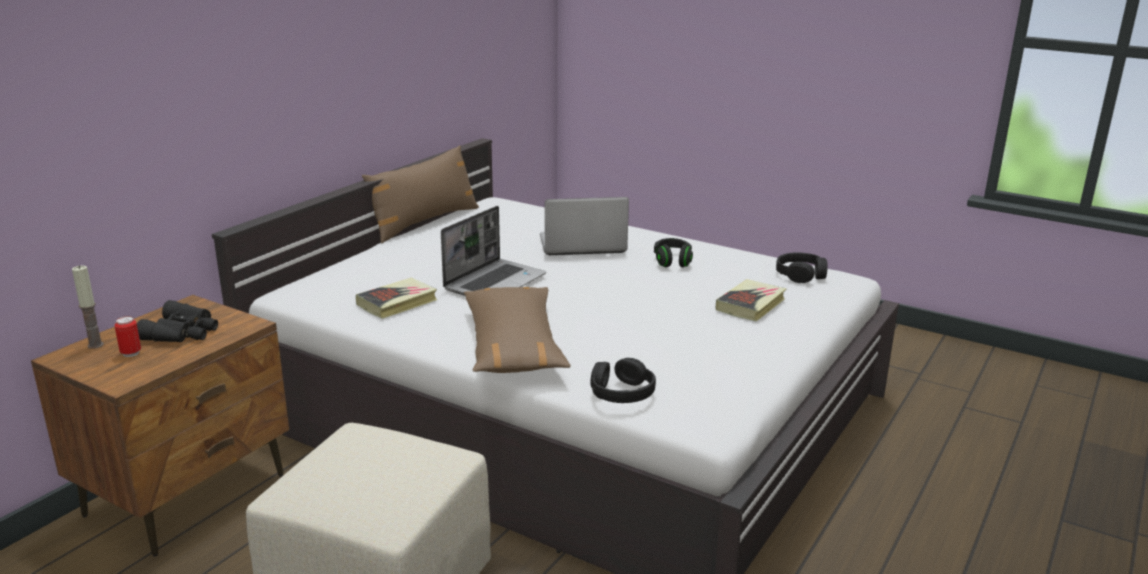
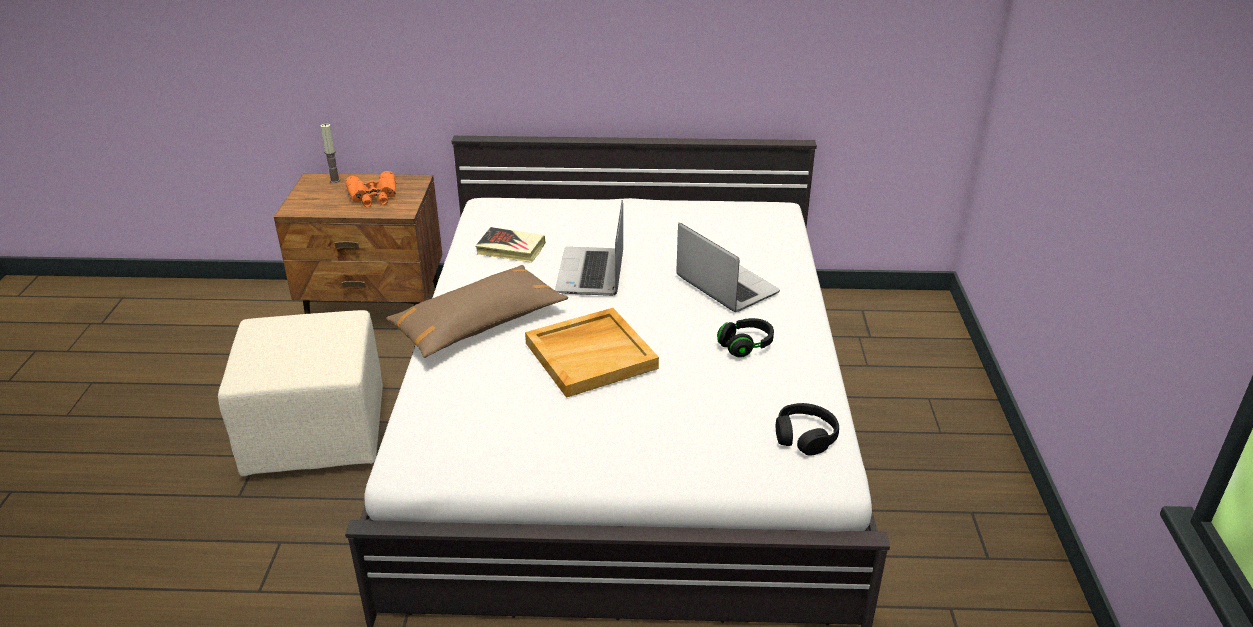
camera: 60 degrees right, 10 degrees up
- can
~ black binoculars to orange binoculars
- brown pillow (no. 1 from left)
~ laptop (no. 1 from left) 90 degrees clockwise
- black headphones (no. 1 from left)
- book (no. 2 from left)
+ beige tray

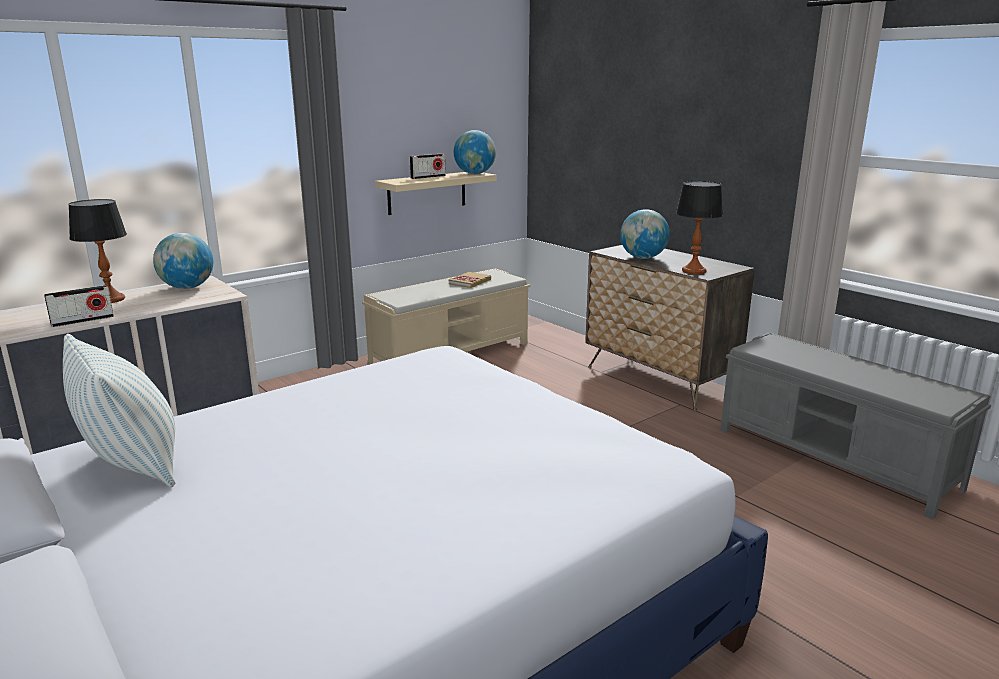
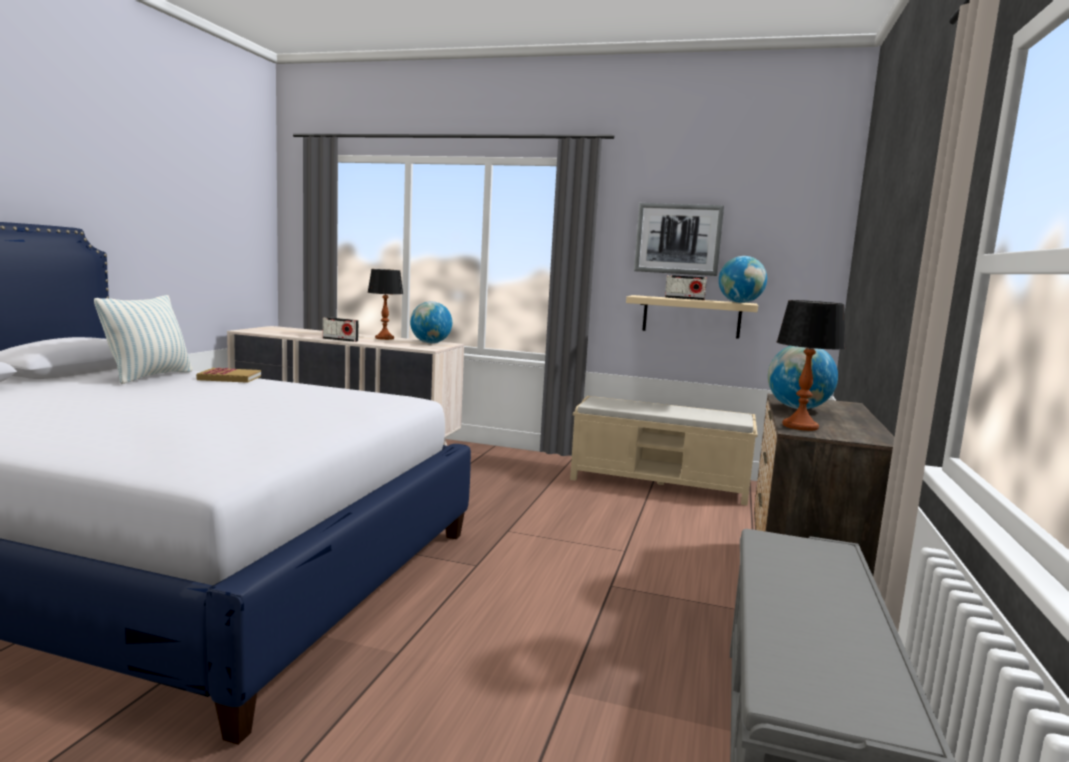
camera: 55 degrees right, 10 degrees down
~ book
+ picture

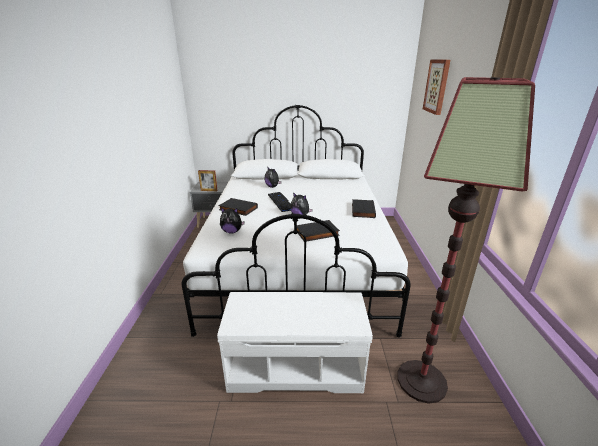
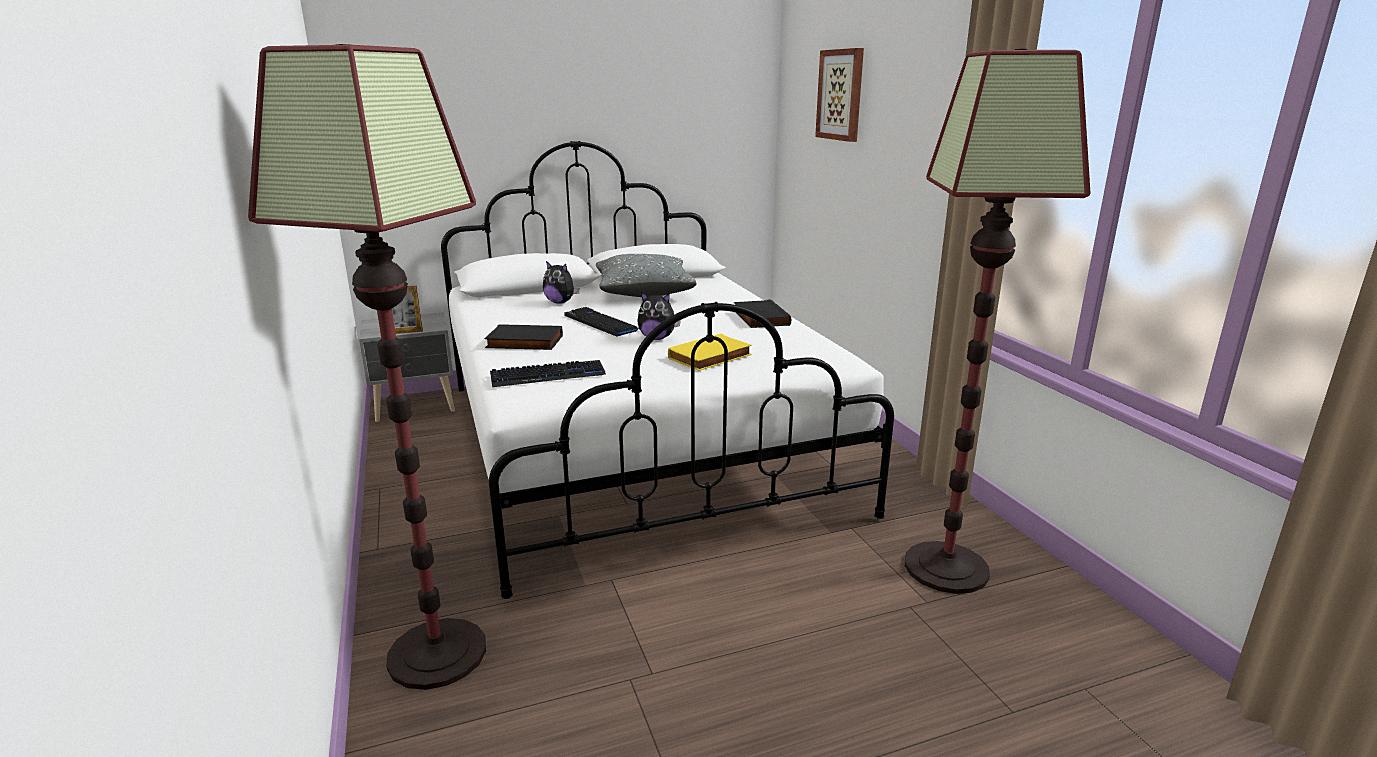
camera: 20 degrees left, 5 degrees down
- white bench
~ plush toy (no. 1 from left) to keyboard (no. 1 from left)
~ black book (no. 2 from left) to yellow book
+ floor lamp (no. 1 from left)
+ grey pillow

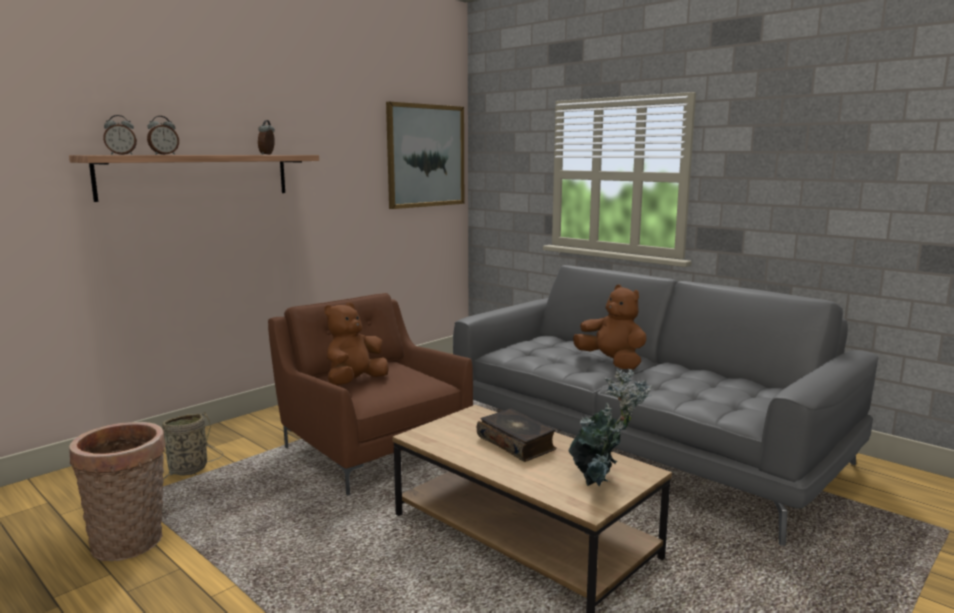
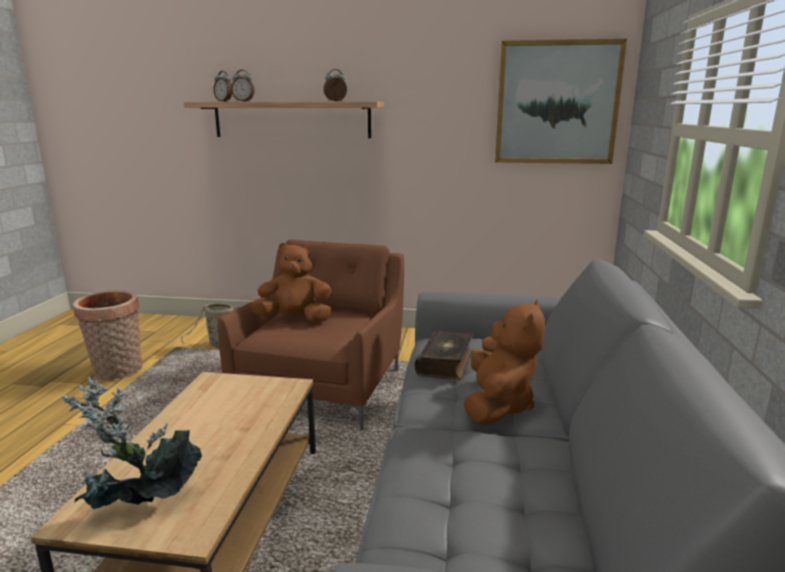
camera: 55 degrees right, 5 degrees up
~ book

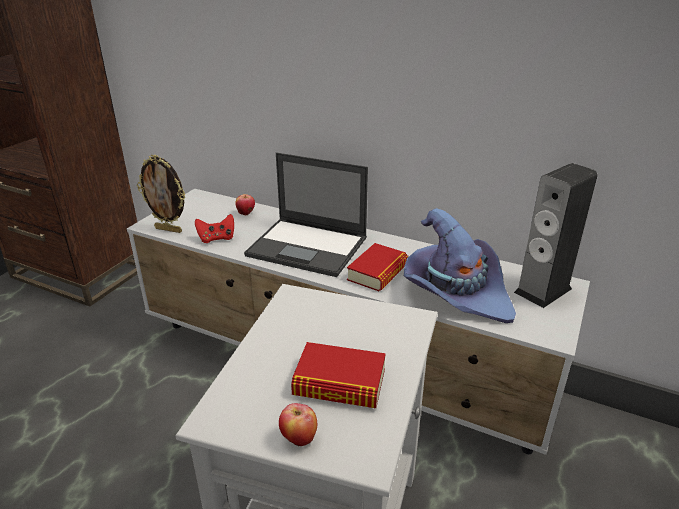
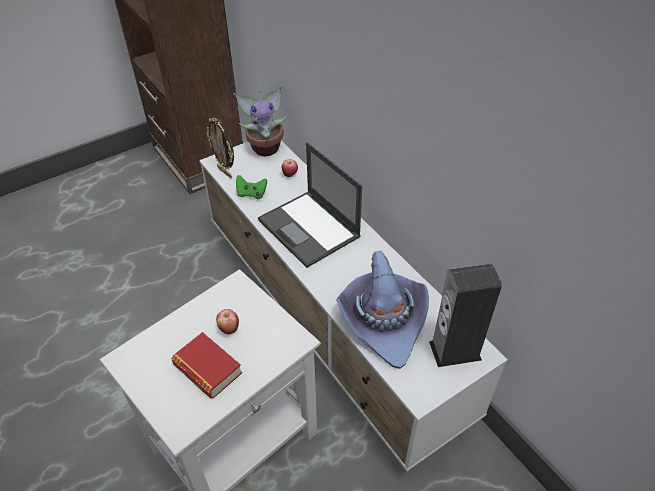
camera: 30 degrees right, 15 degrees up
~ red game controller to green game controller
~ apple (no. 2 from left in the first image) to apple (no. 1 from left)
- book (no. 2 from left)
+ potted plant

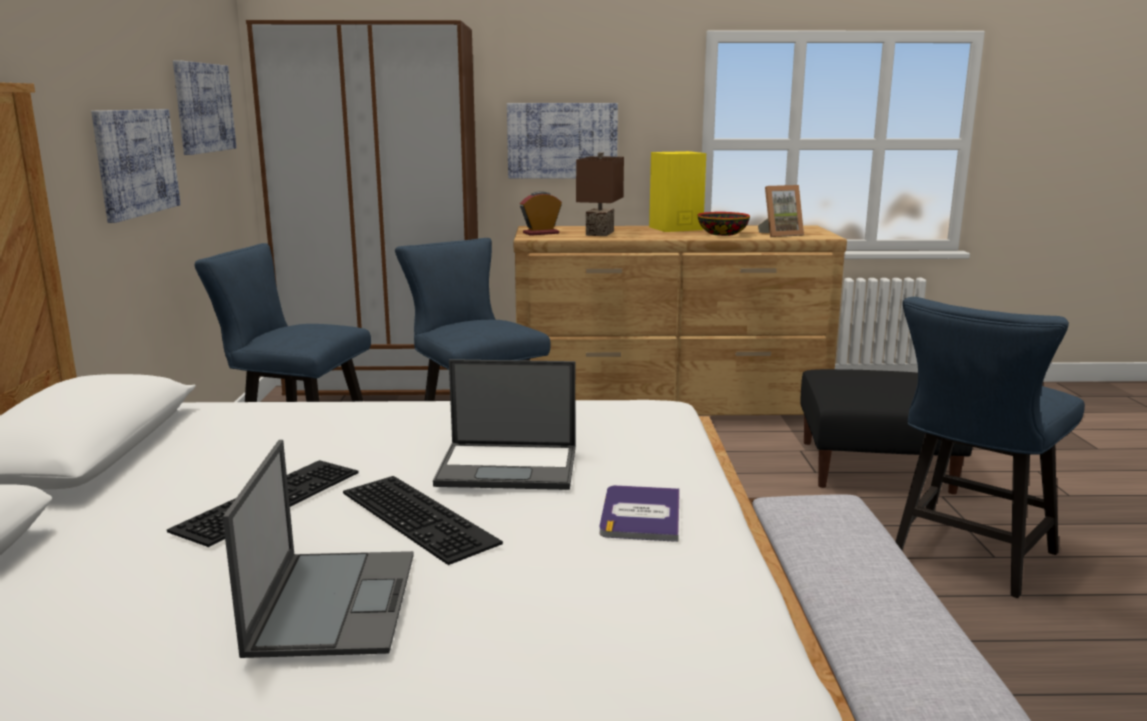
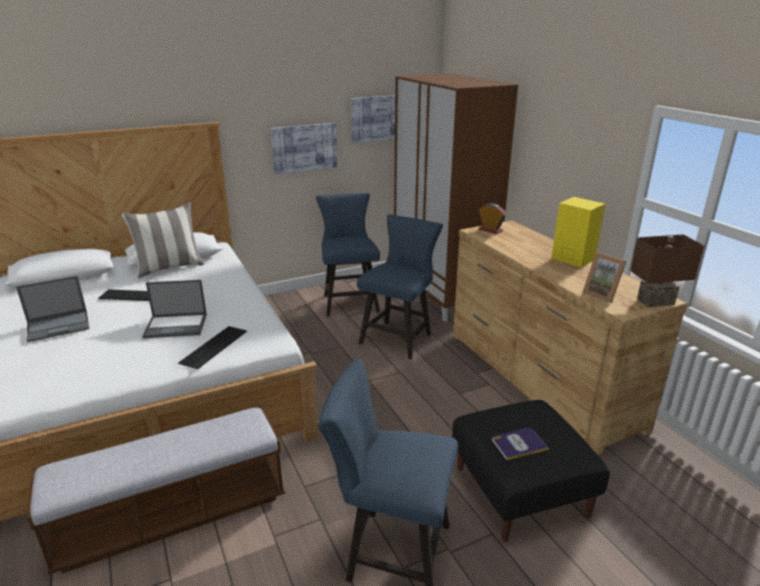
camera: 65 degrees right, 10 degrees up
~ keyboard (no. 2 from left)
~ laptop (no. 2 from left) 75 degrees counterclockwise
- picture (no. 3 from left)
~ brown table lamp
~ book
- bowl
+ pillow

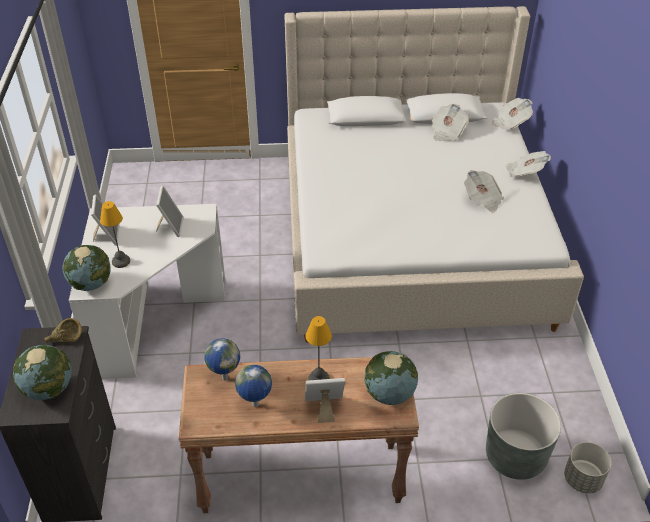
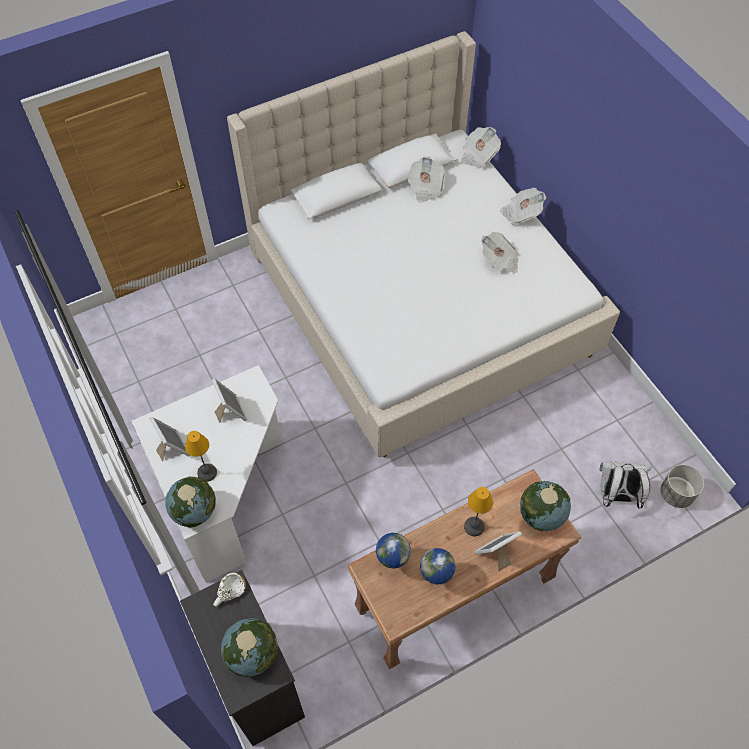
camera: 25 degrees left, 15 degrees up
~ brown bowl to white bowl
~ grey planter (no. 1 from left) to white backpack

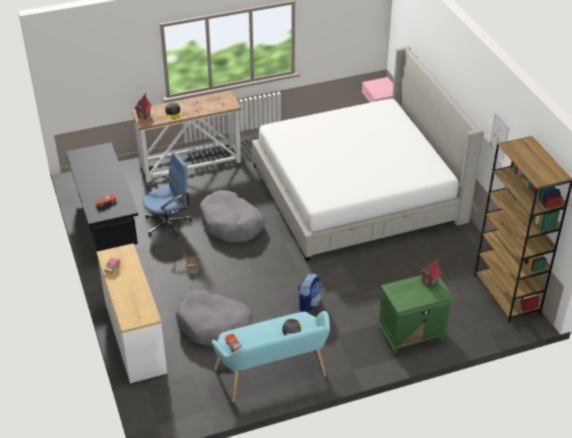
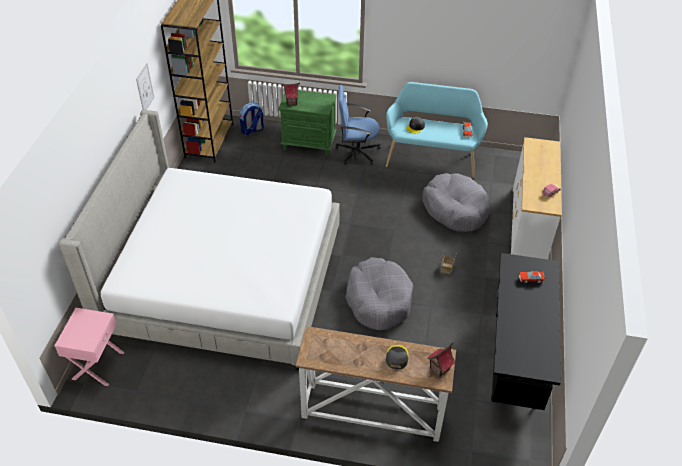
camera: 150 degrees left, 5 degrees up
~ blue office chair
~ backpack

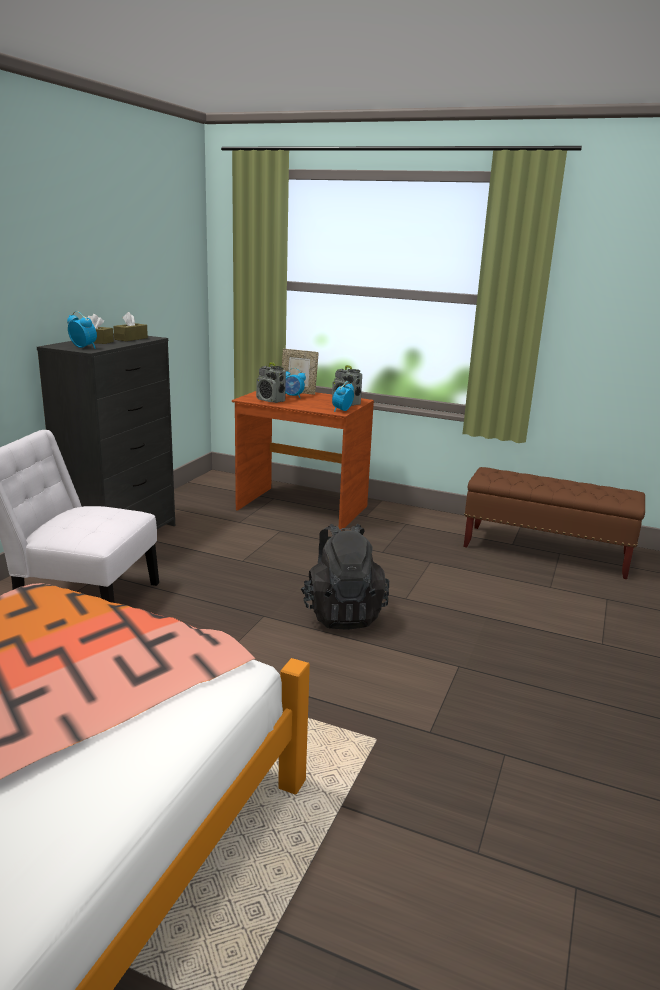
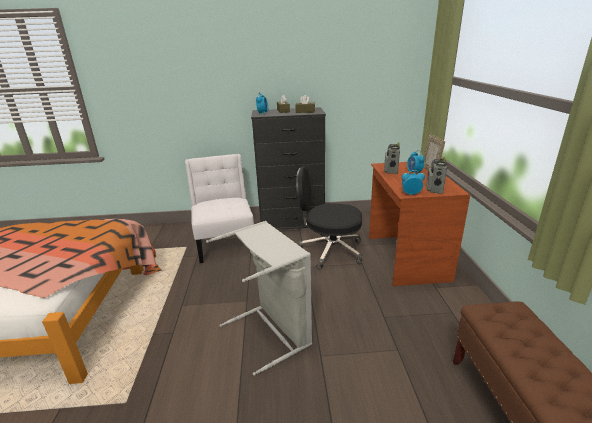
camera: 65 degrees right, 5 degrees up
~ black backpack to grey laundry basket
+ black office chair

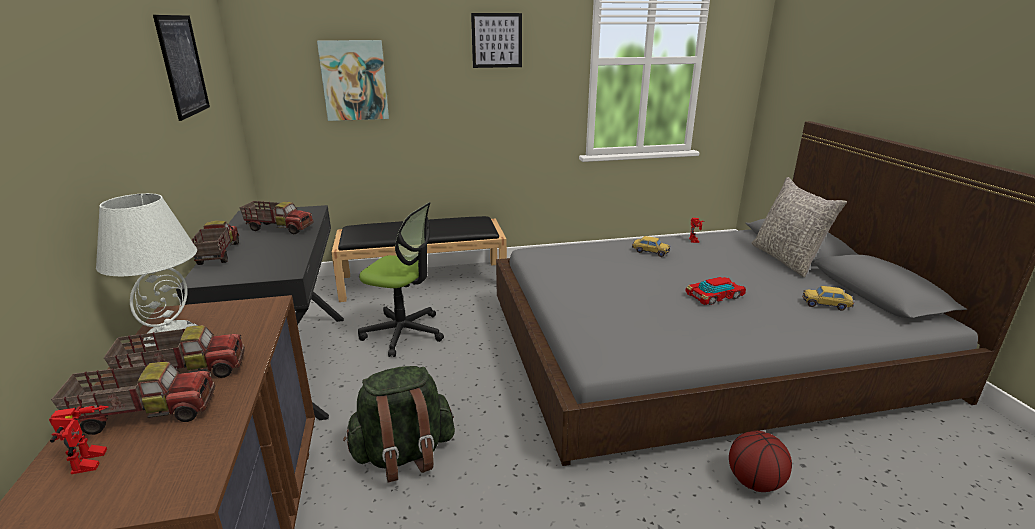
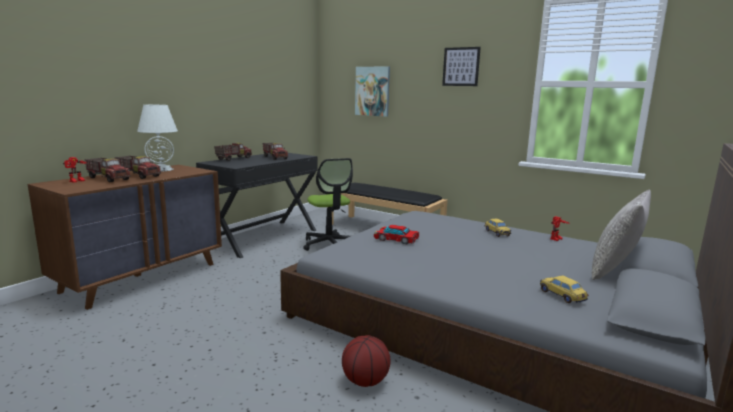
camera: 45 degrees right, 10 degrees down
- picture (no. 1 from left)
- green backpack
~ toy car (no. 2 from left in the first image) to toy car (no. 1 from left)

